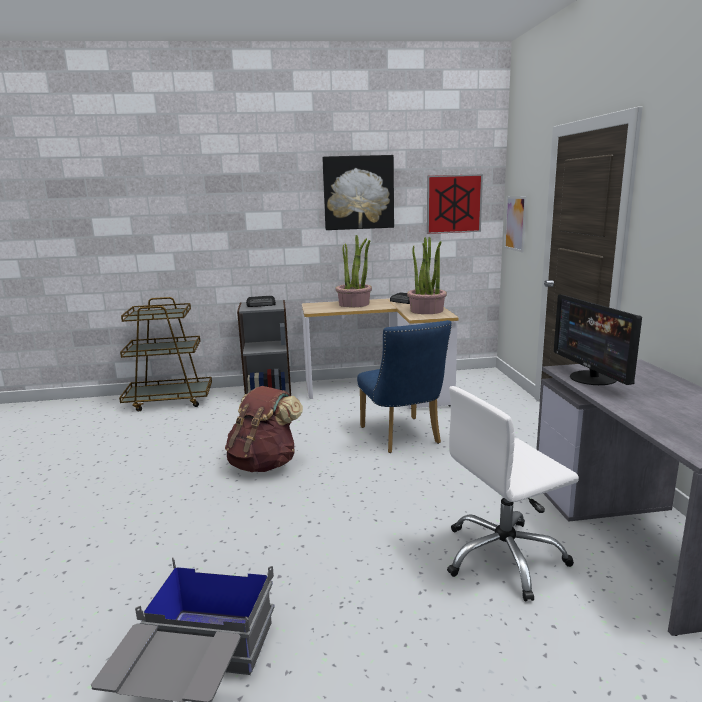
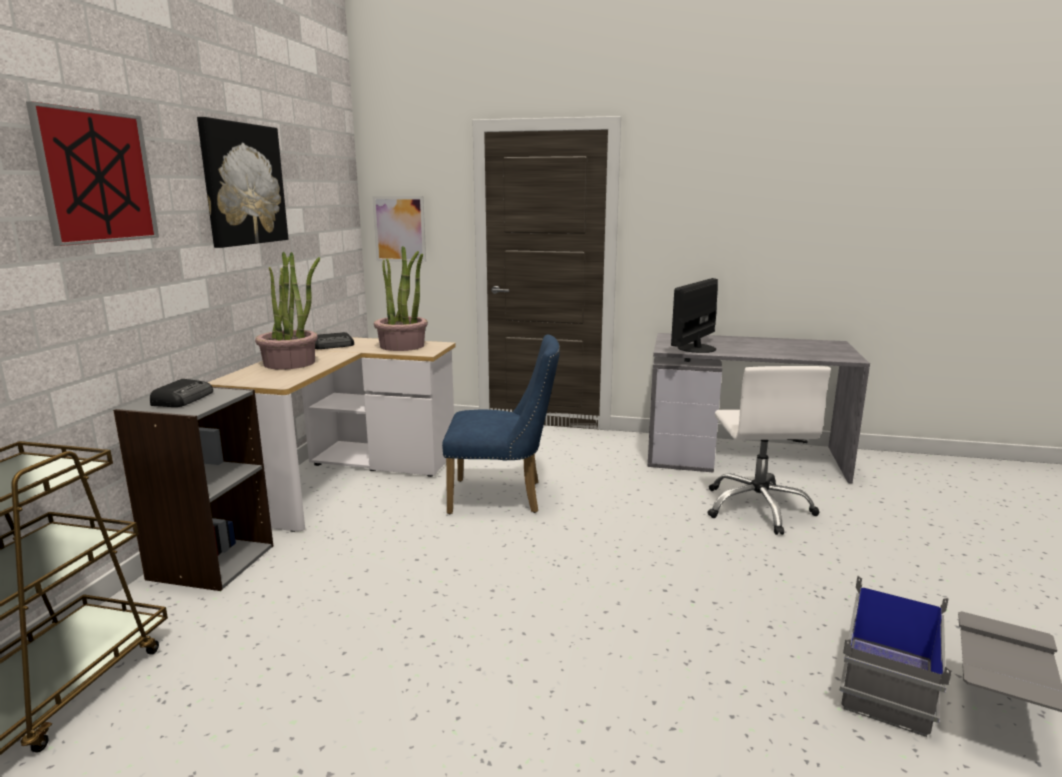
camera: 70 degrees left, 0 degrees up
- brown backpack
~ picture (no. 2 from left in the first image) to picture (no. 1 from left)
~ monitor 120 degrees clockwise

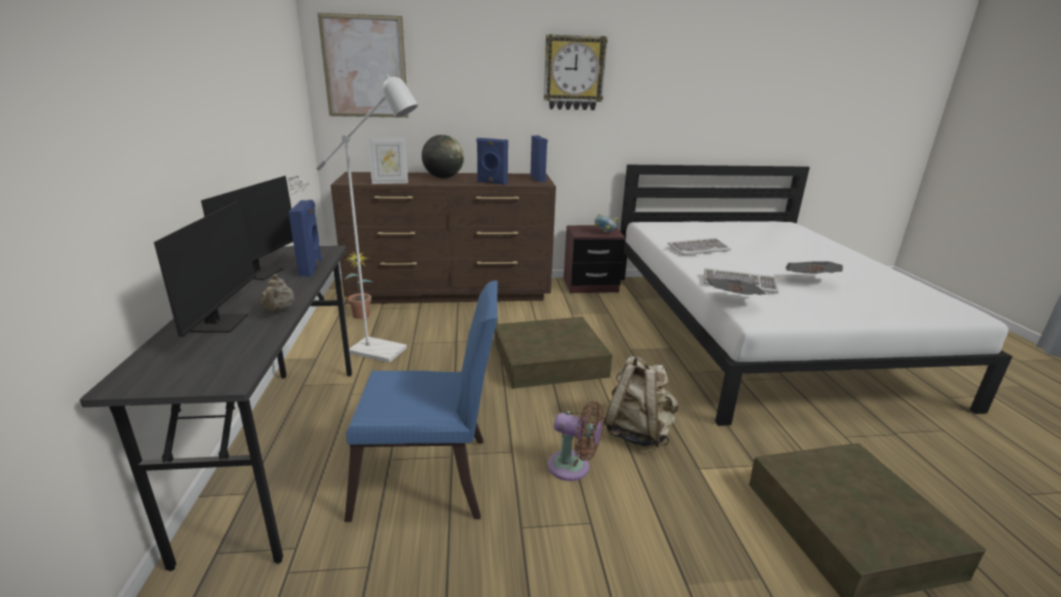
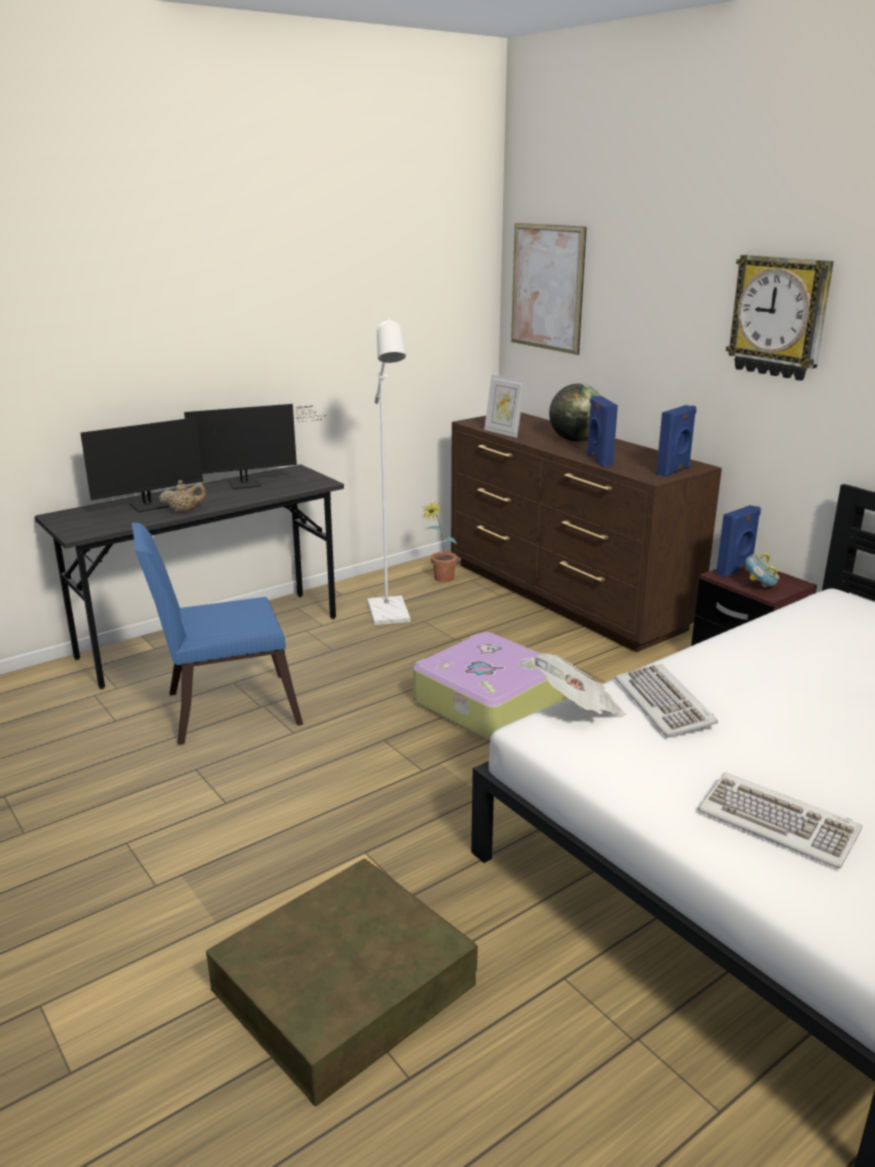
camera: 60 degrees right, 0 degrees up
~ beige teapot 150 degrees counterclockwise
~ blue speaker (no. 1 from left in the first image) to blue speaker (no. 3 from left)
~ blue chair 105 degrees clockwise
~ brown storage box (no. 1 from left) to suitcase
- brown fan
- beige backpack
~ keyboard (no. 1 from left in the first image) to keyboard (no. 2 from left)
- newspaper (no. 2 from left)

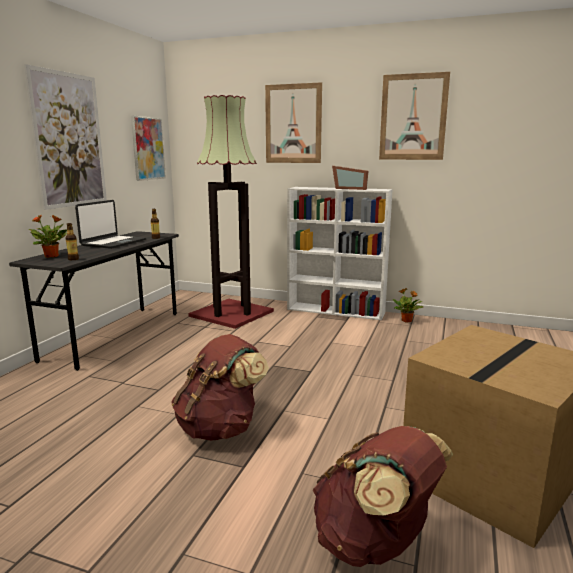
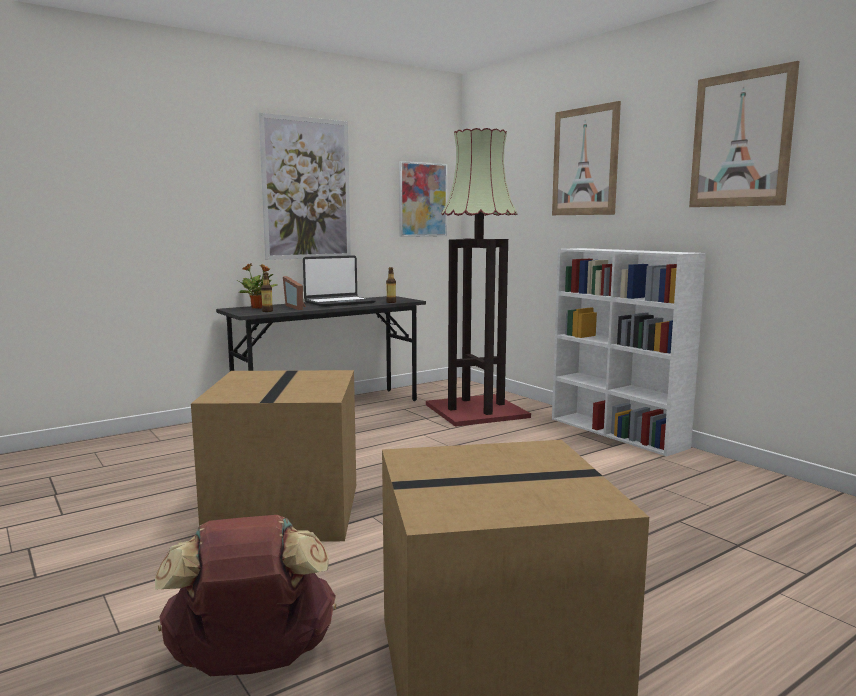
camera: 35 degrees right, 5 degrees down
~ brown backpack (no. 1 from left) to cardboard box (no. 1 from left)
~ picture frame
- potted plant (no. 2 from left)

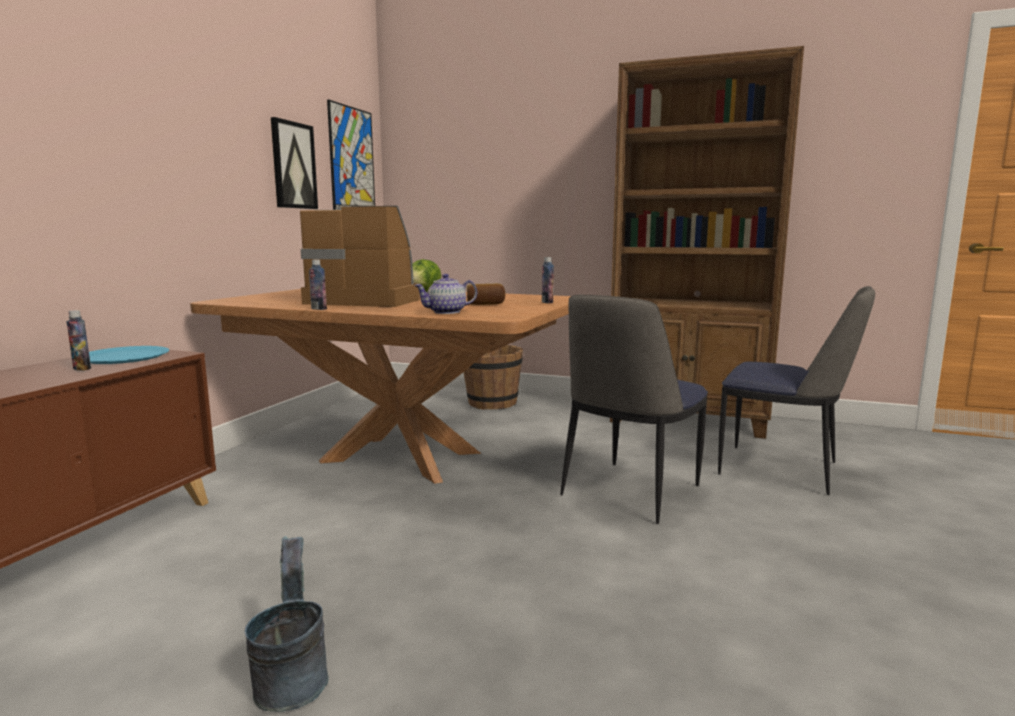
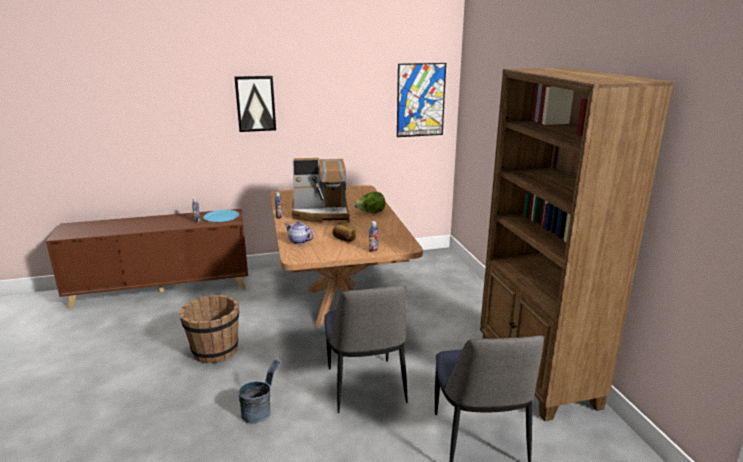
camera: 55 degrees right, 10 degrees up
~ grey bucket
~ picture (no. 1 from left)
~ coffee machine 105 degrees clockwise
~ brown bucket
~ chair (no. 1 from left) 105 degrees counterclockwise

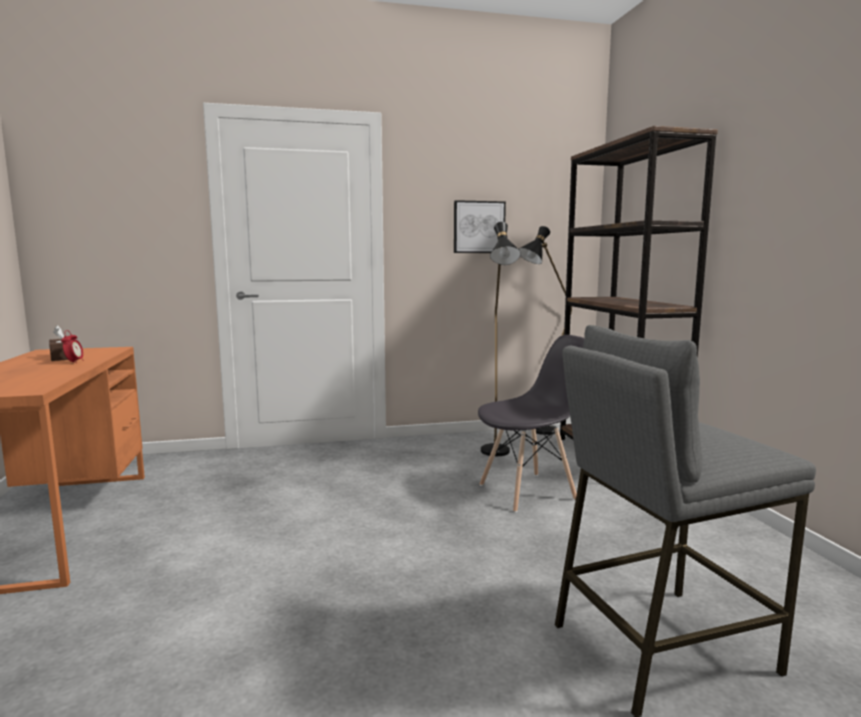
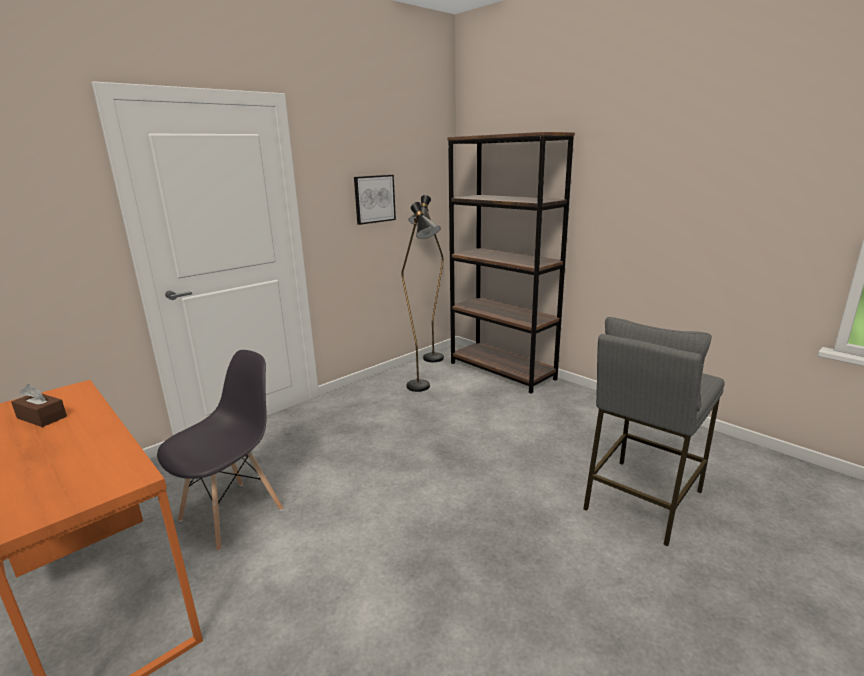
camera: 30 degrees left, 10 degrees up
- alarm clock
~ grey chair

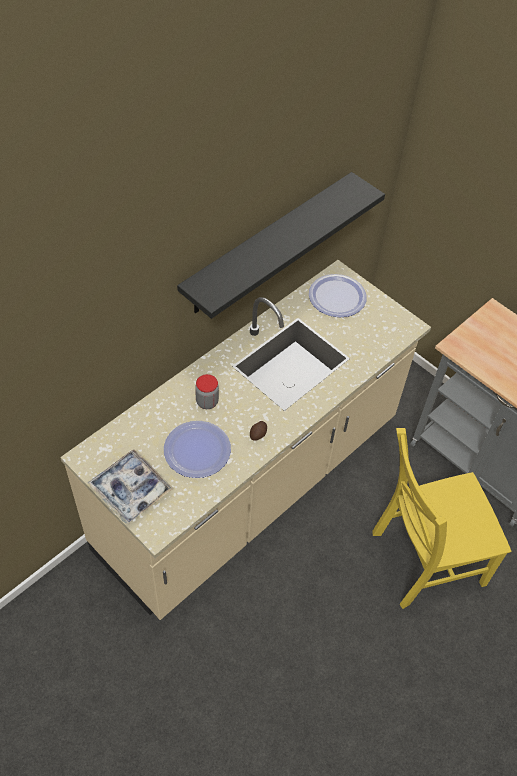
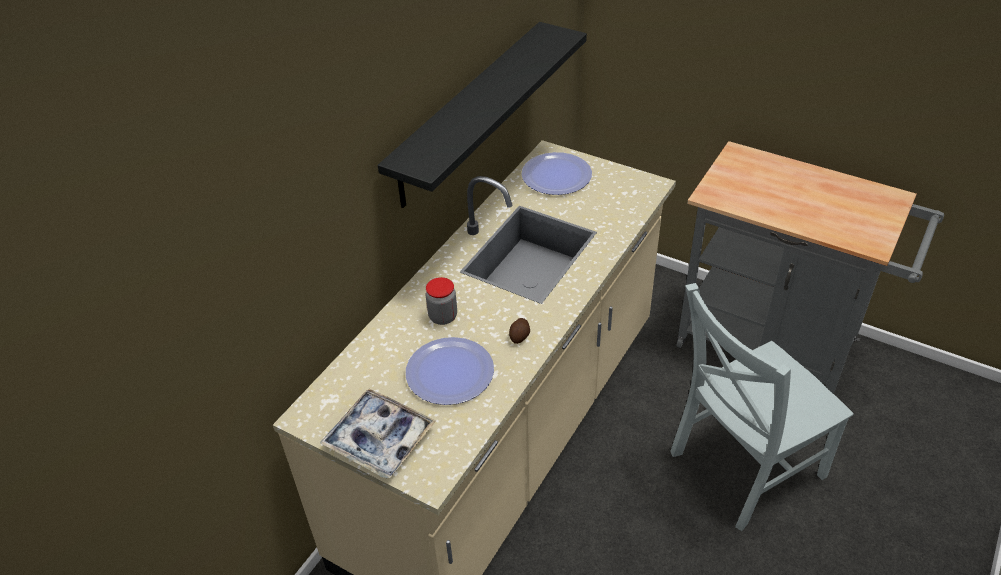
camera: 10 degrees left, 10 degrees down
~ yellow chair to grey chair

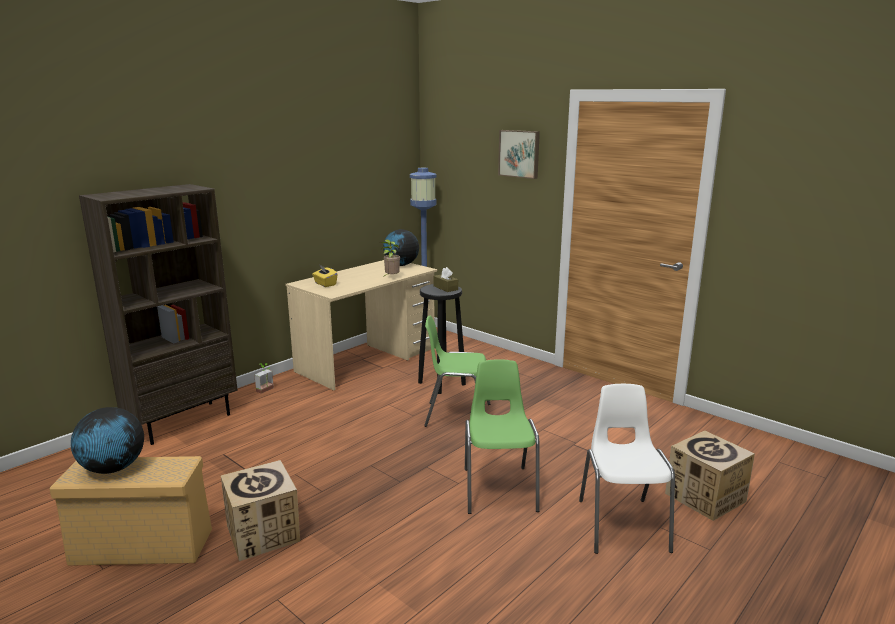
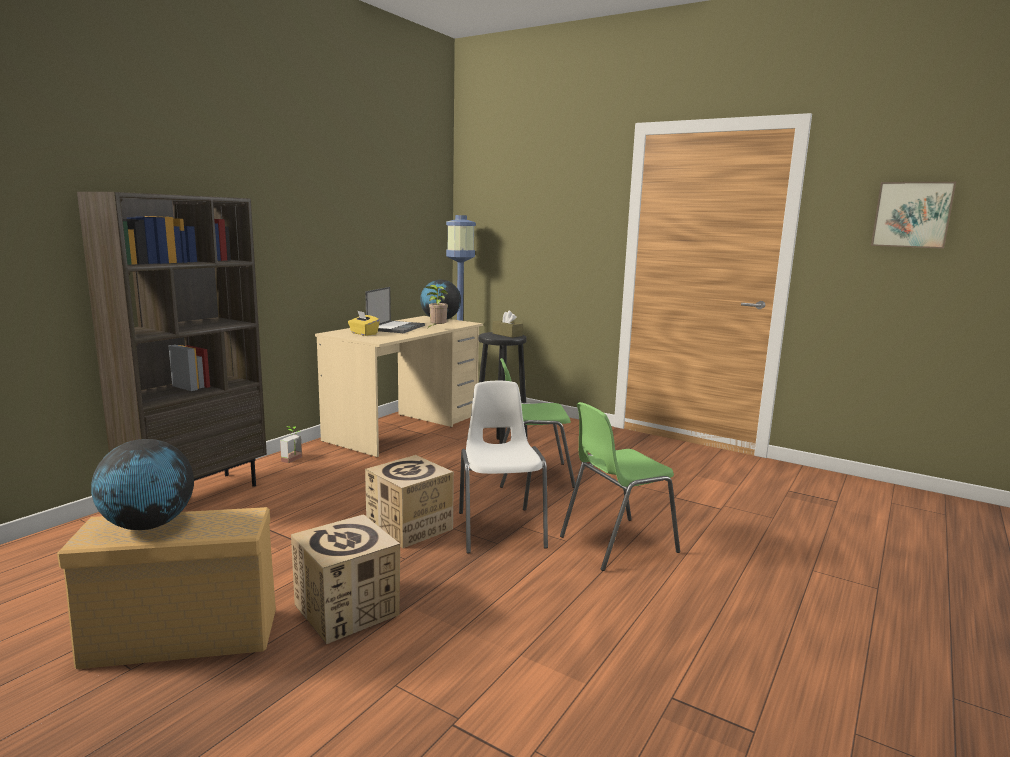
camera: 10 degrees left, 5 degrees down
~ green chair (no. 2 from left) 105 degrees counterclockwise
~ picture
~ white chair
~ cardboard box (no. 2 from left)
+ laptop

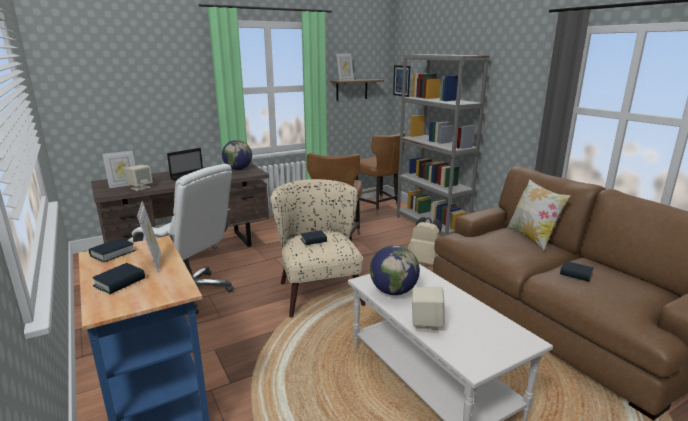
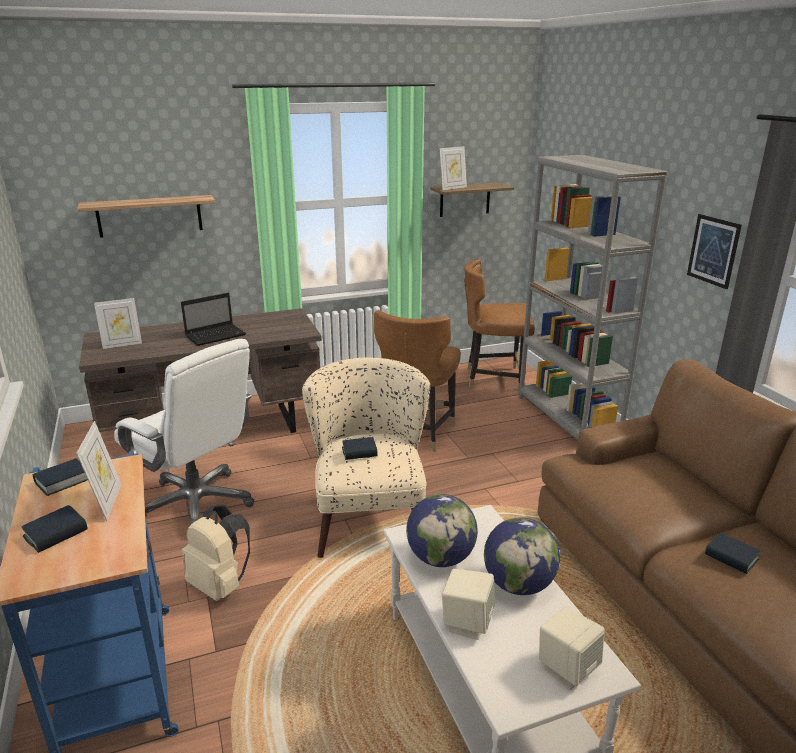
camera: 10 degrees right, 5 degrees up
~ beige speaker (no. 1 from left in the first image) to beige speaker (no. 2 from left)
~ globe (no. 1 from left in the first image) to globe (no. 2 from left)
~ brown chair (no. 2 from left) 120 degrees clockwise
~ picture
~ beige backpack
- pillow
+ shelf (no. 1 from left)

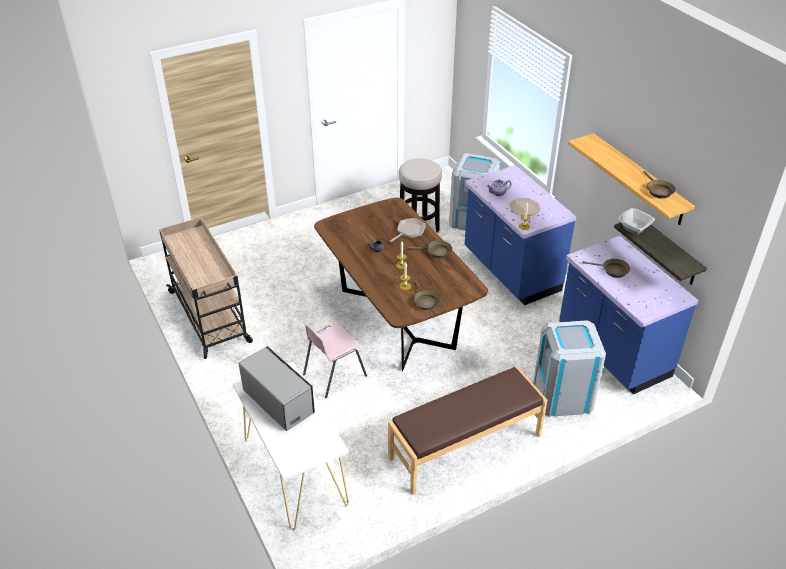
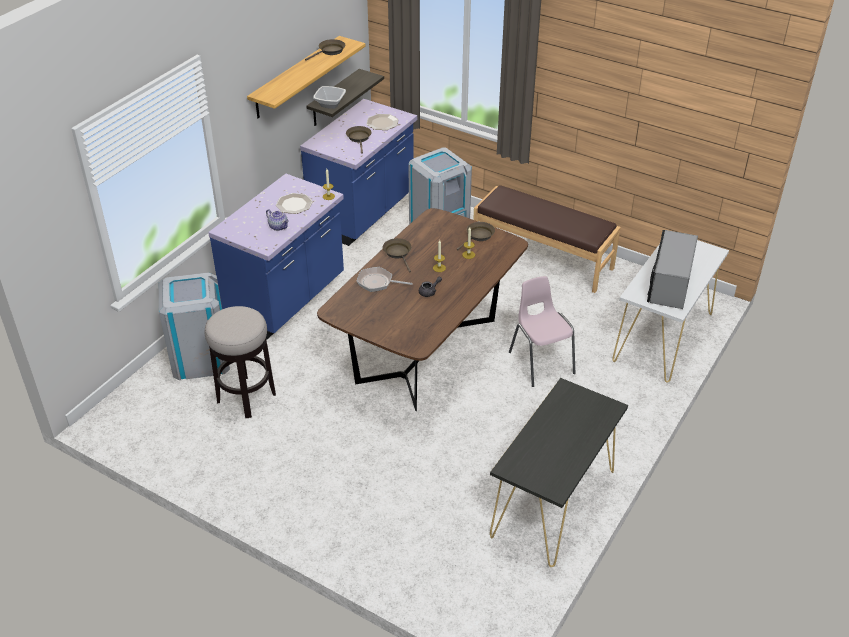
camera: 120 degrees left, 0 degrees up
~ beige cart to black console table
~ pink chair 135 degrees counterclockwise
+ plate (no. 2 from left)

